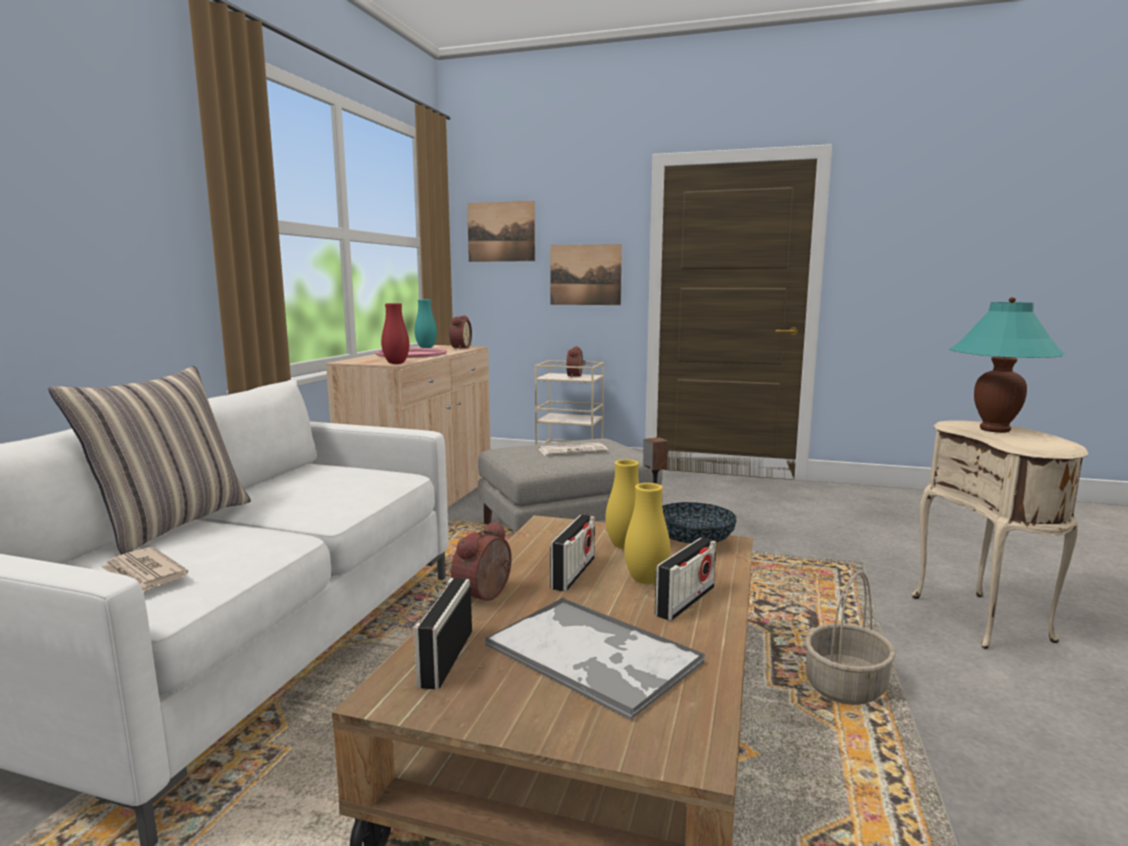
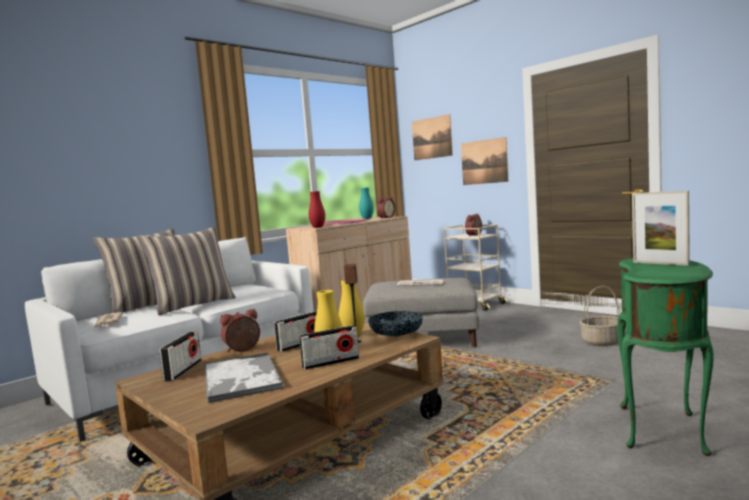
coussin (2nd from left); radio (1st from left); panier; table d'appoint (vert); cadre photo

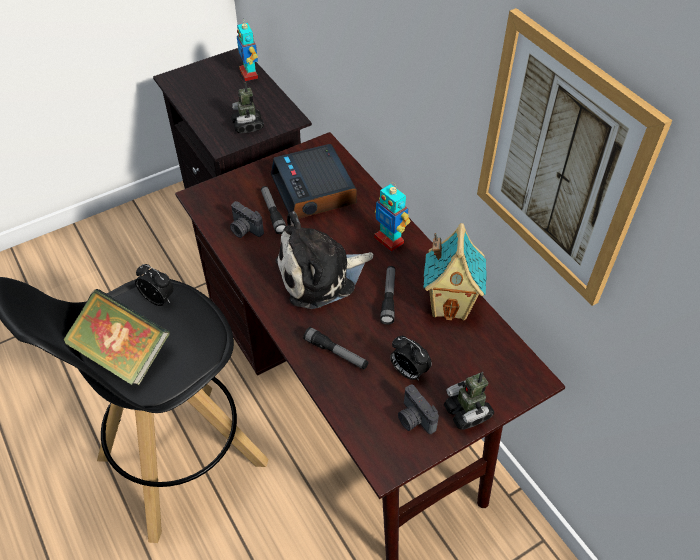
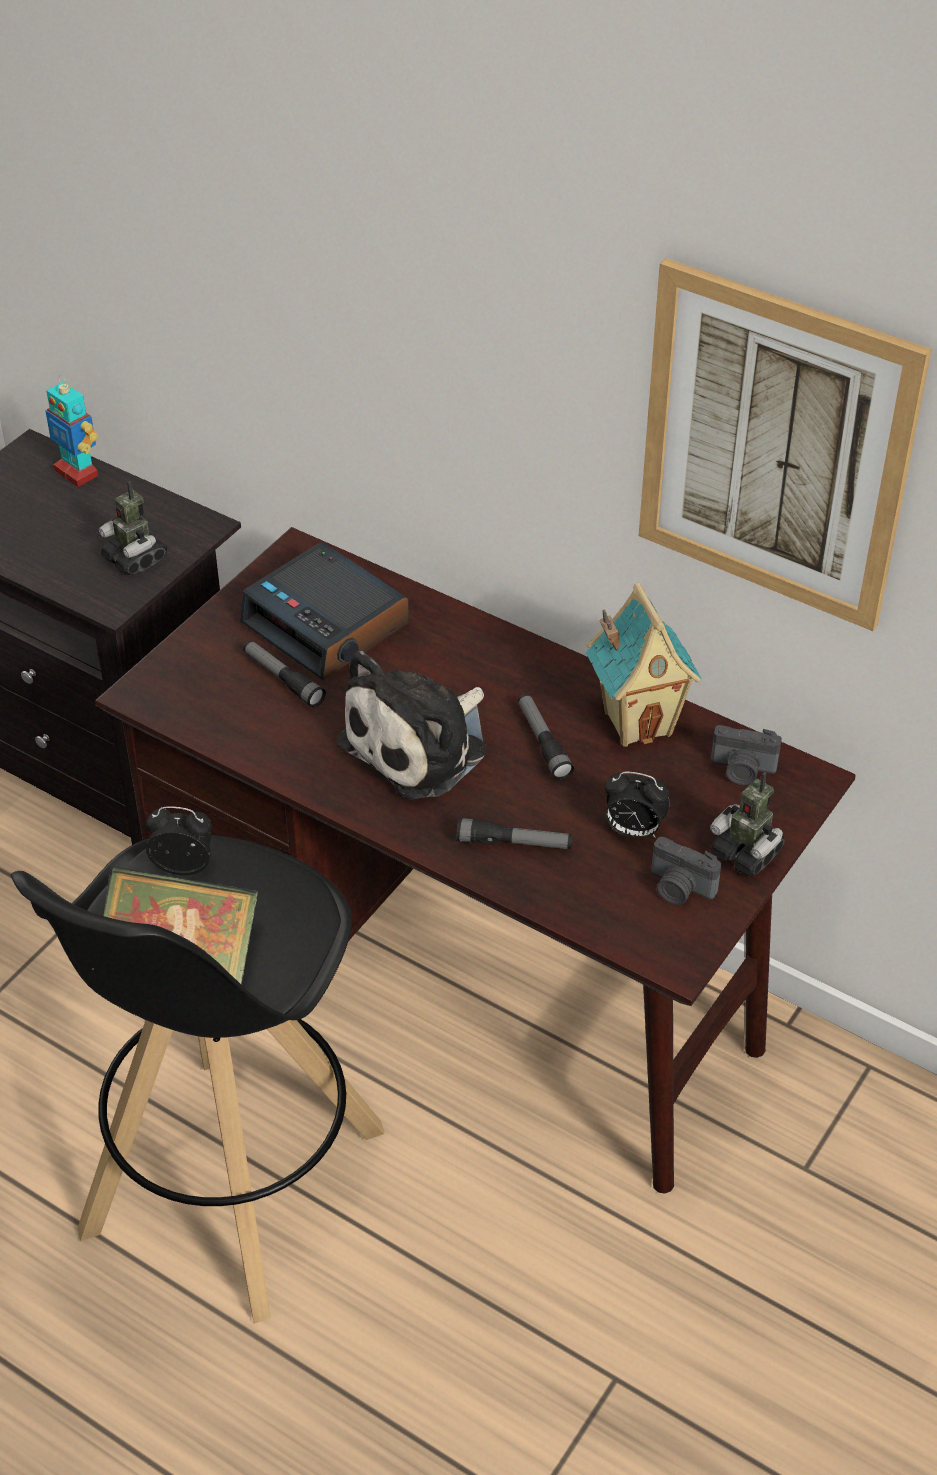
appareil photo (2nd from left); robot jouet (3rd from left in the first image)

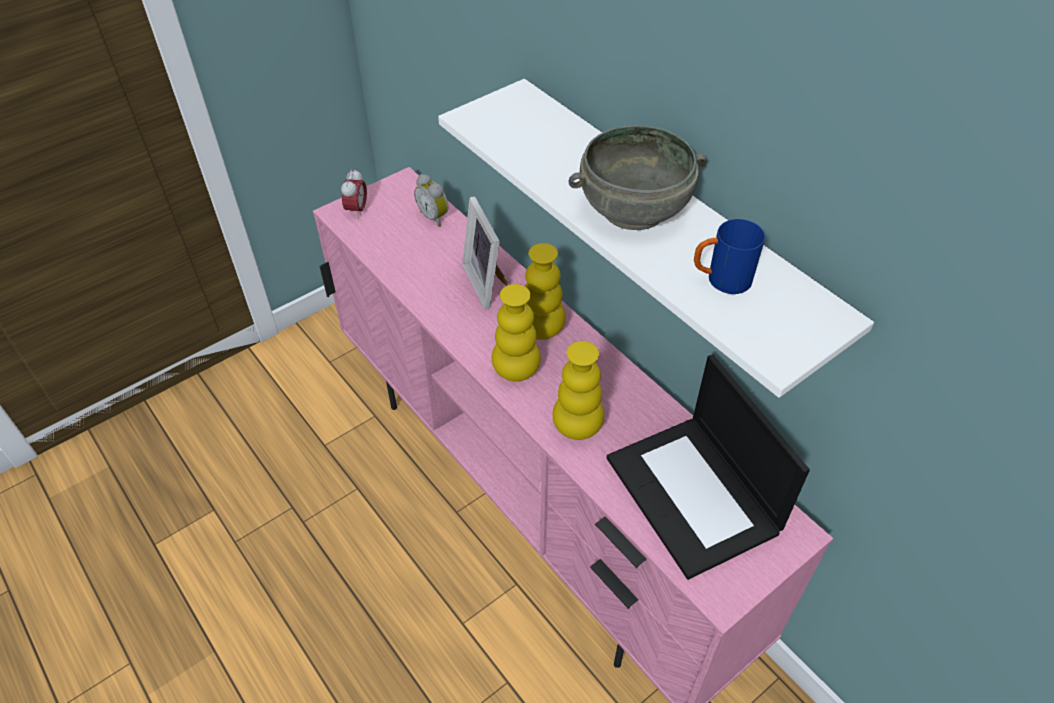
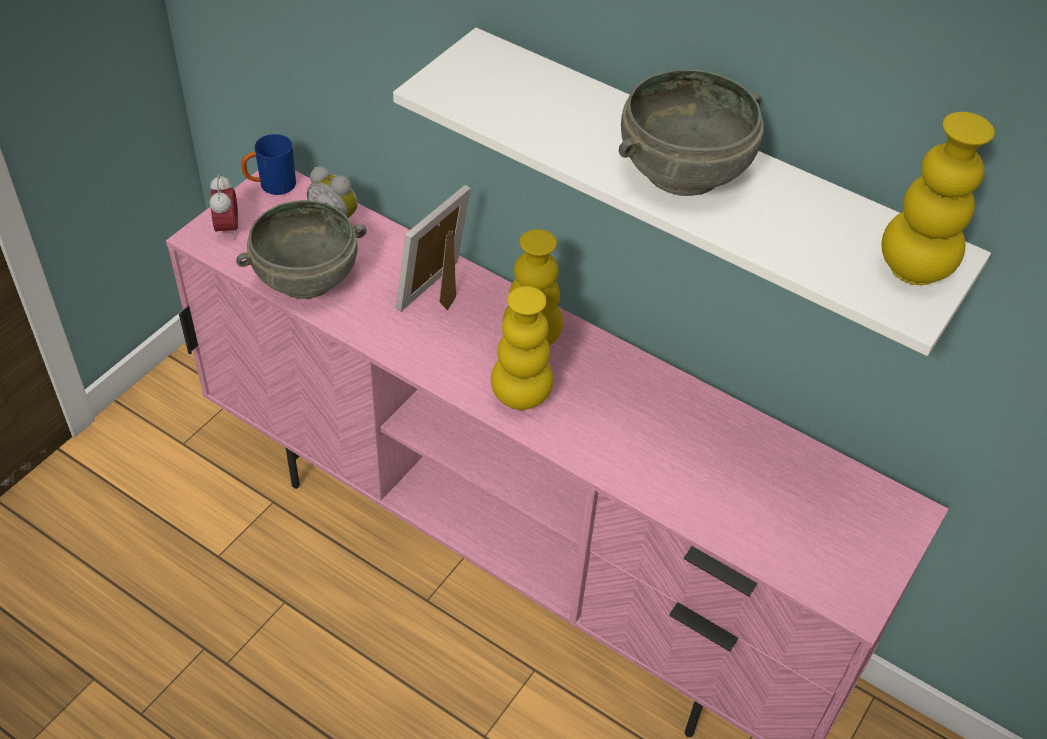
bol (gris) (1st from left); mug (bleu); cadre photo; vase (jaune) (3rd from left); ordinateur portable

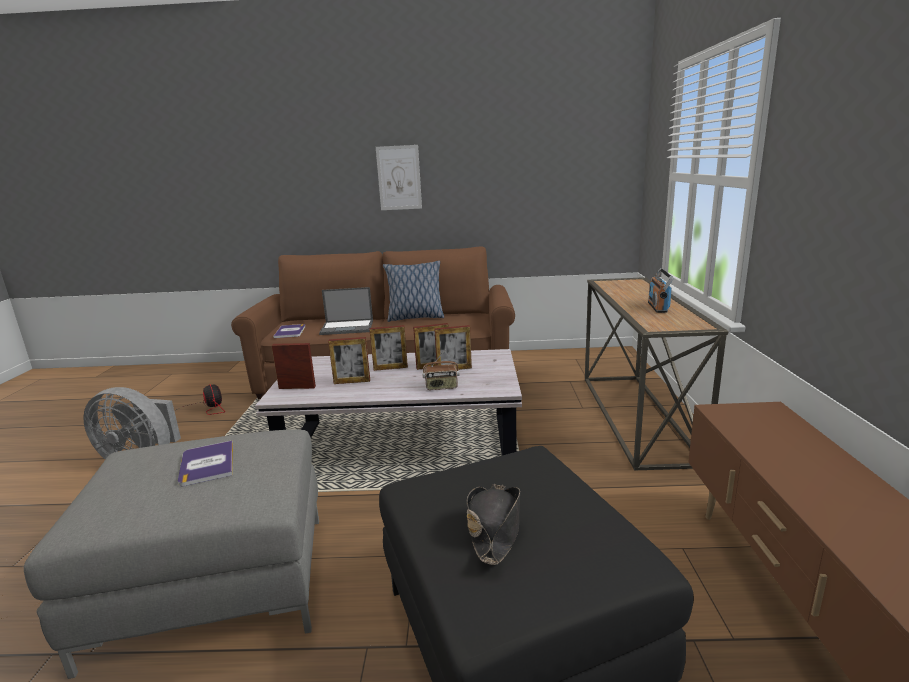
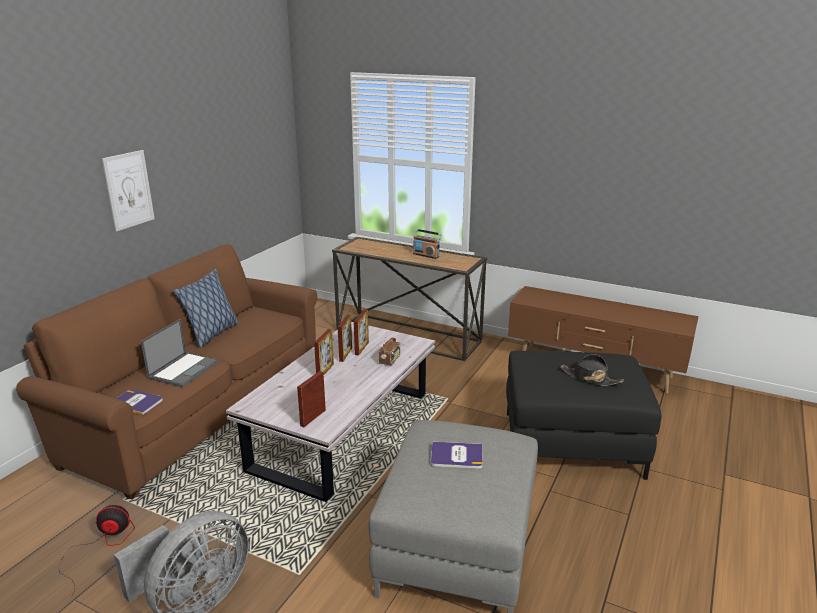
cadre photo (2nd from left in the first image)

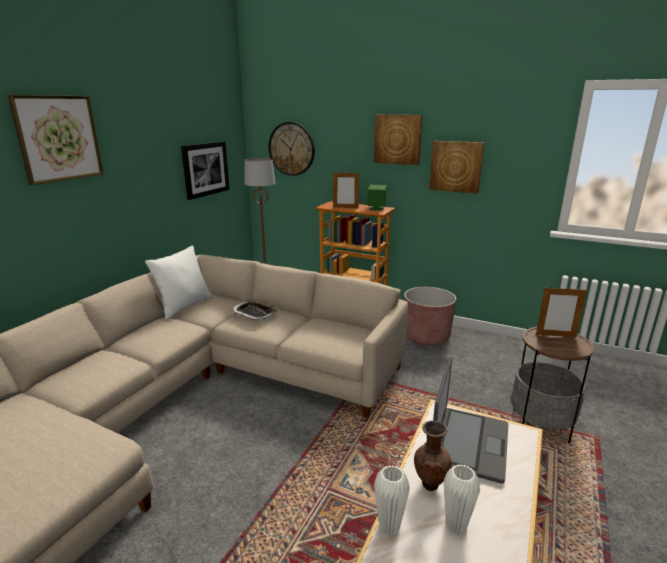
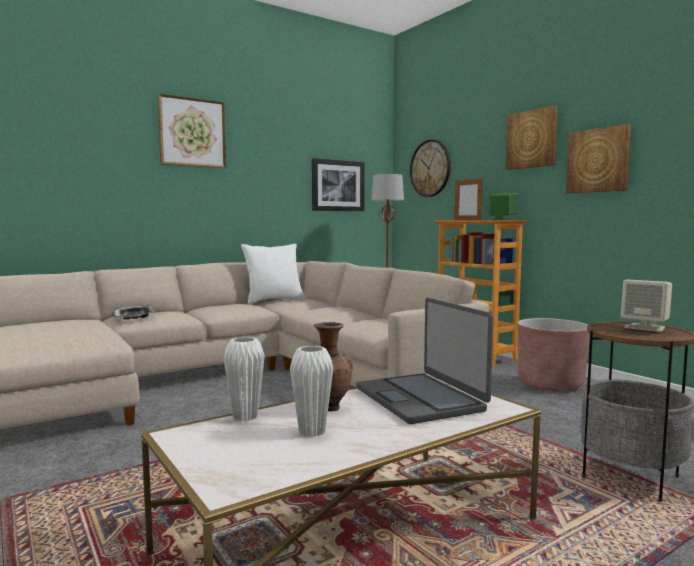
plateau; ordinateur portable; enceinte (beige)

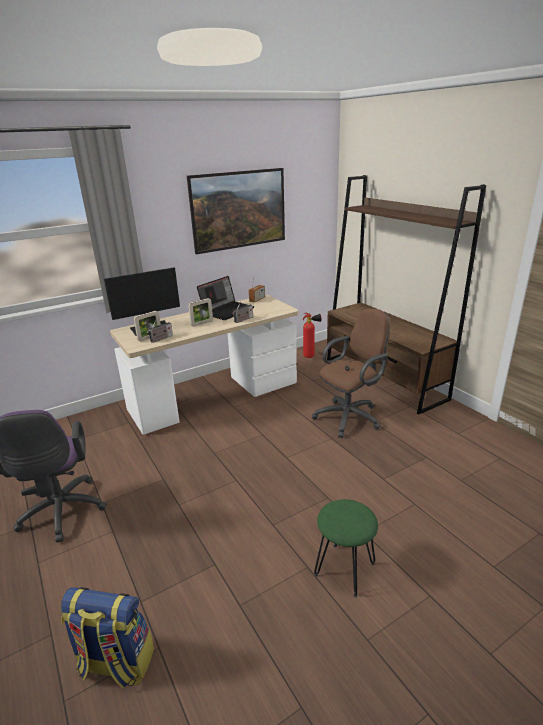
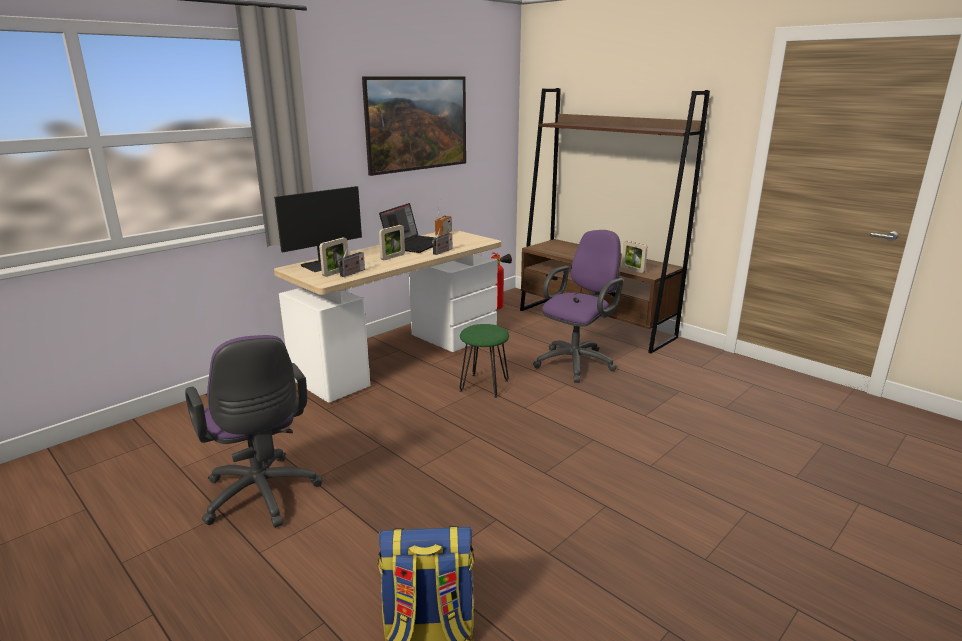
tabouret (vert); chaise de bureau (violet) (2nd from left); cadre photo (3rd from left)

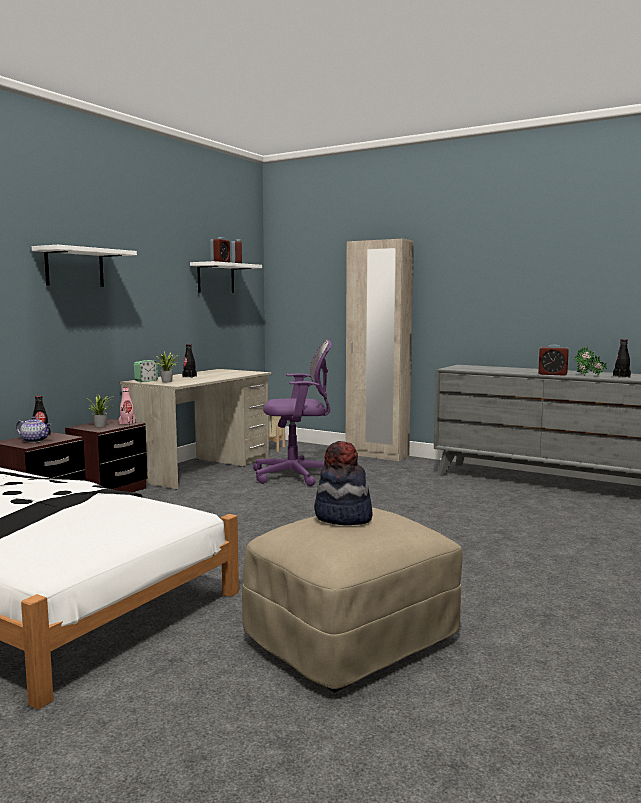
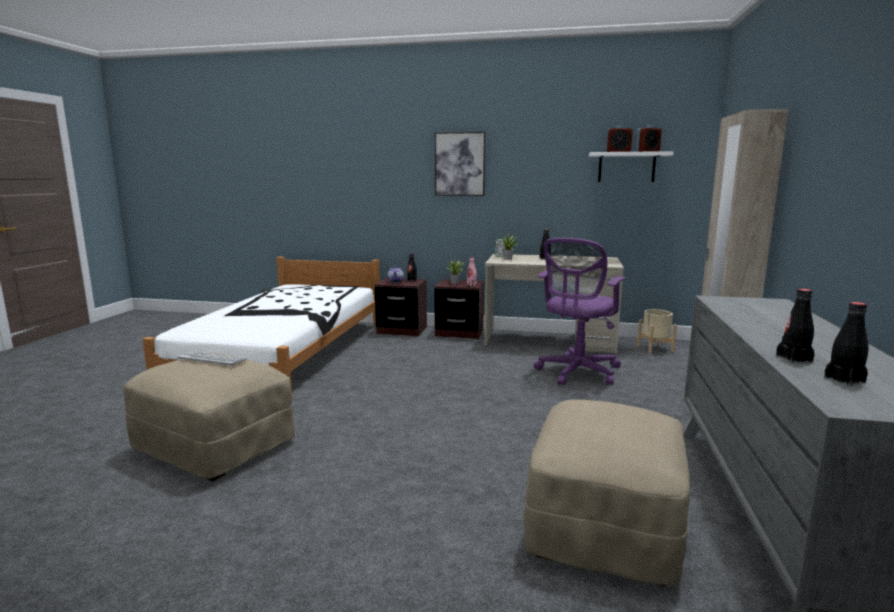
clavier; tableau; pouf (beige) (2nd from left); chaise de bureau (violet); bouteille (noir) (3rd from left); réveil (4th from left in the first image)

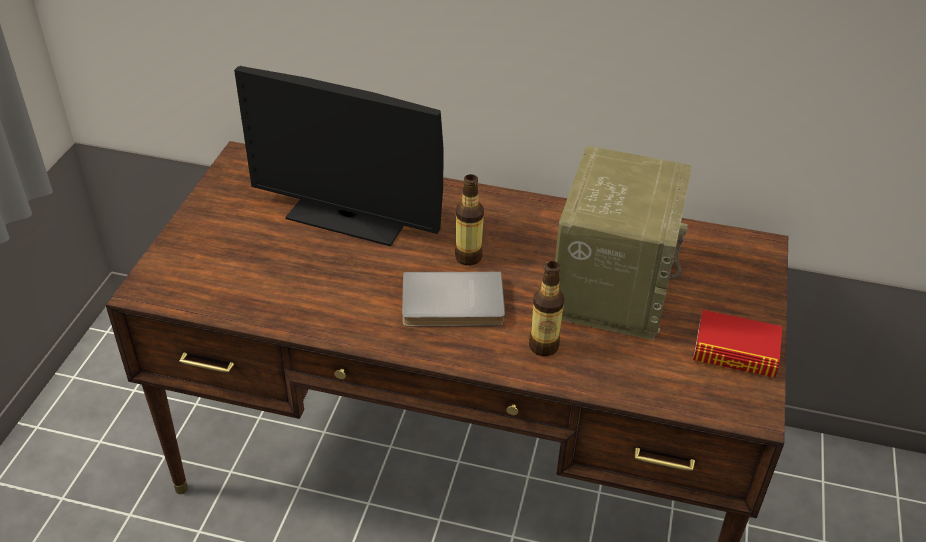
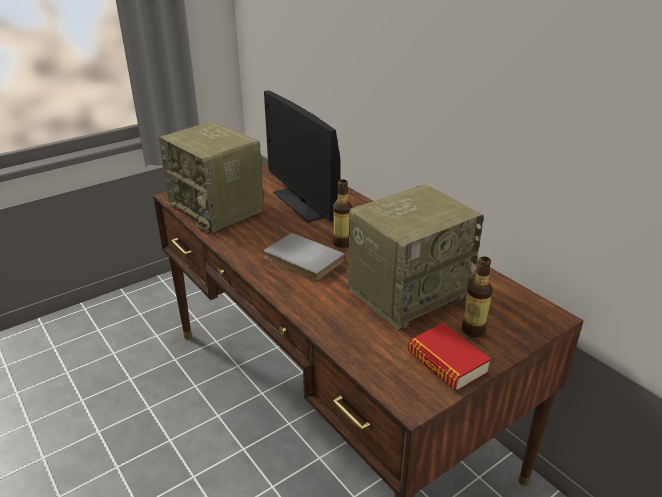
radio (1st from left); bouteille (2nd from left)

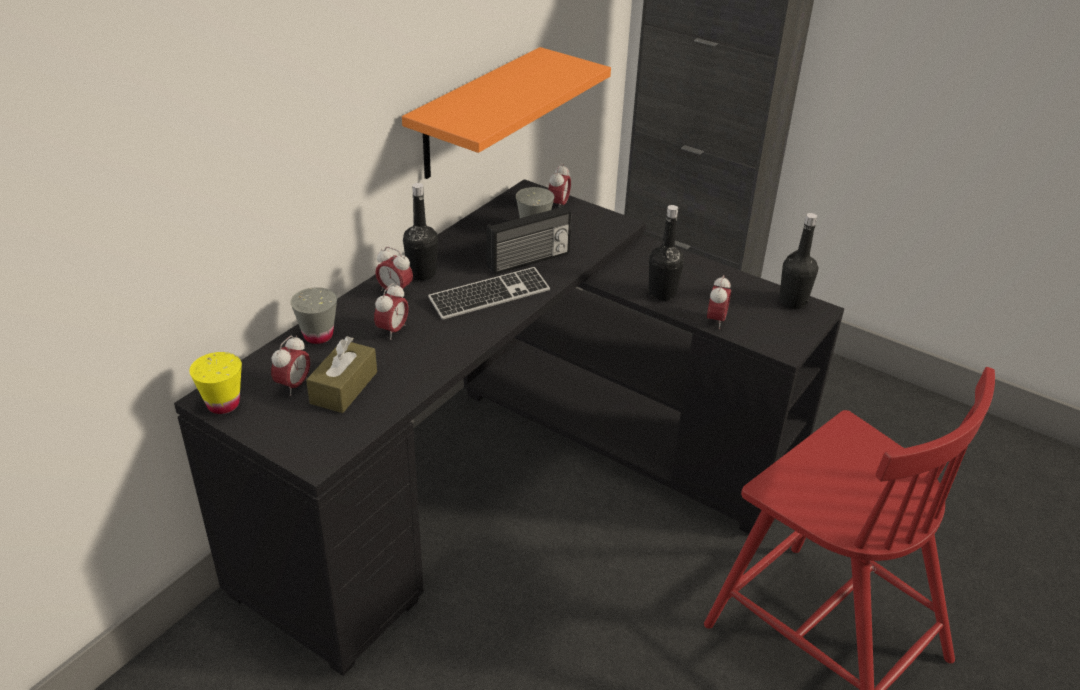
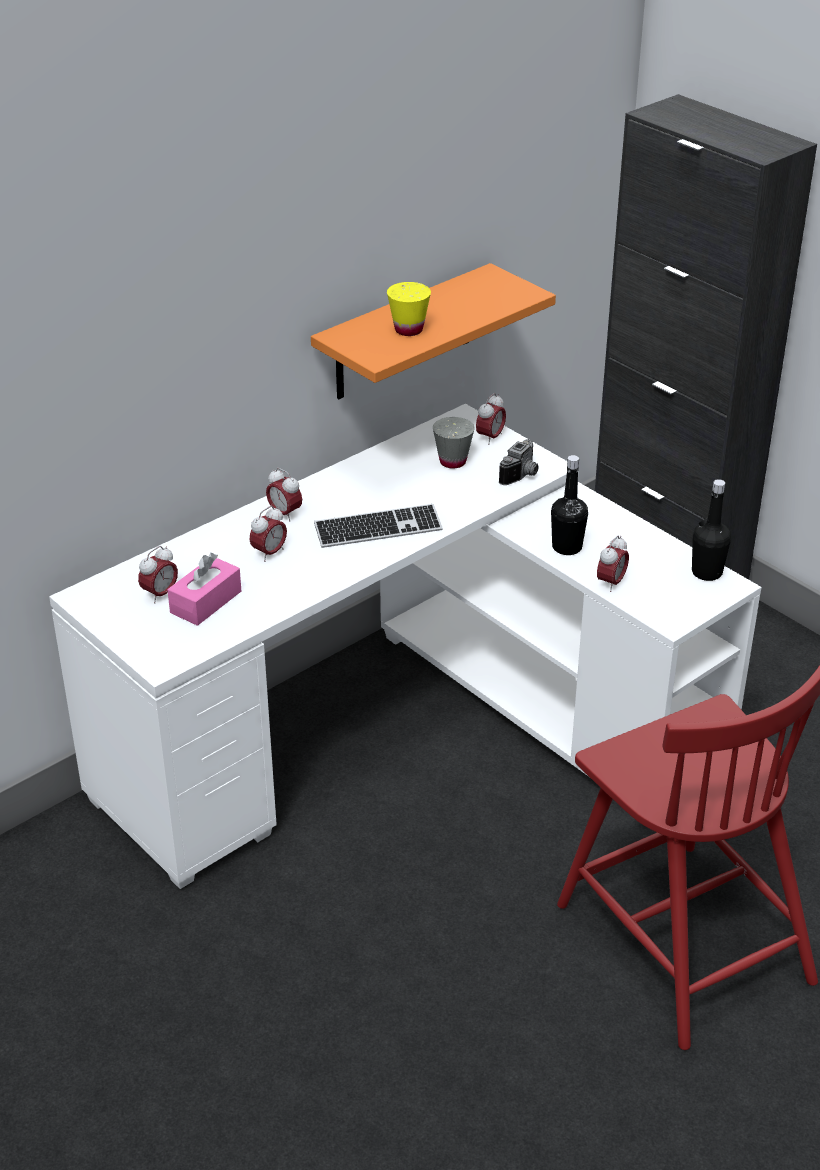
bureau (blanc); boîte à mouchoirs (rose); tasse (jaune); appareil photo; tasse (gris) (1st from left in the first image); bouteille (noir) (1st from left in the first image); radio

